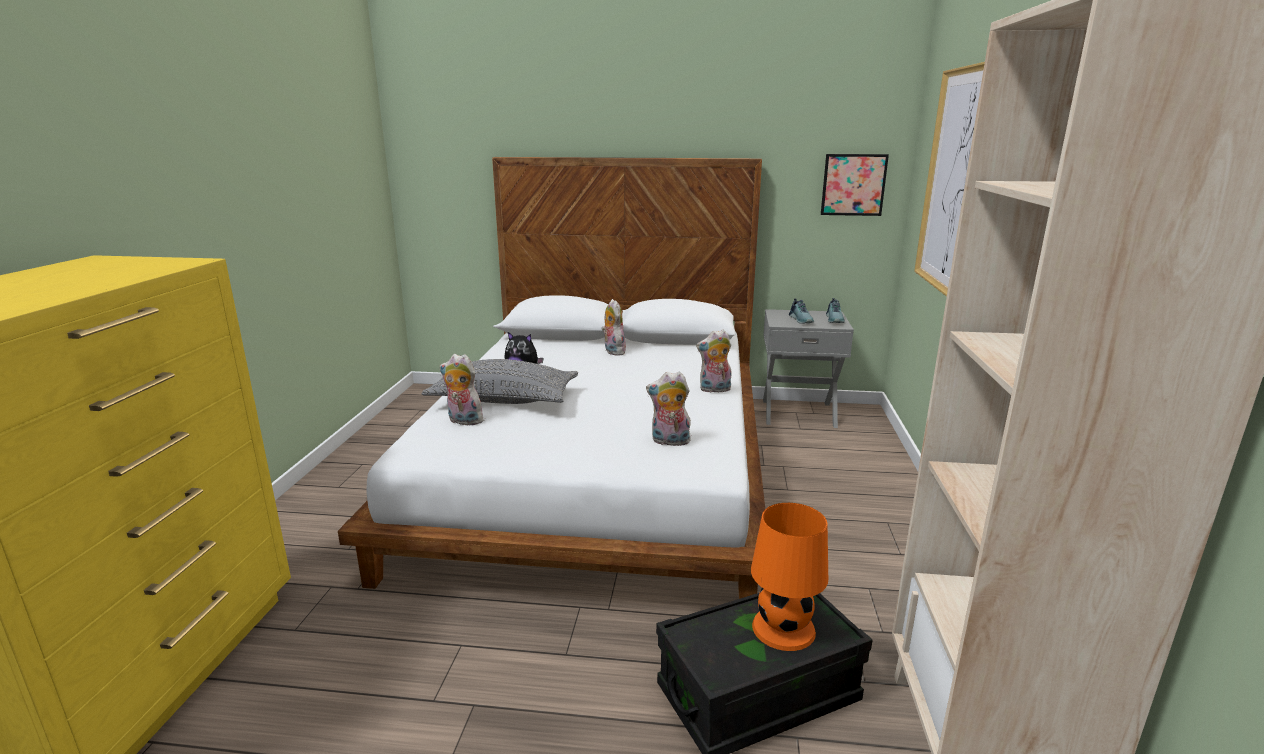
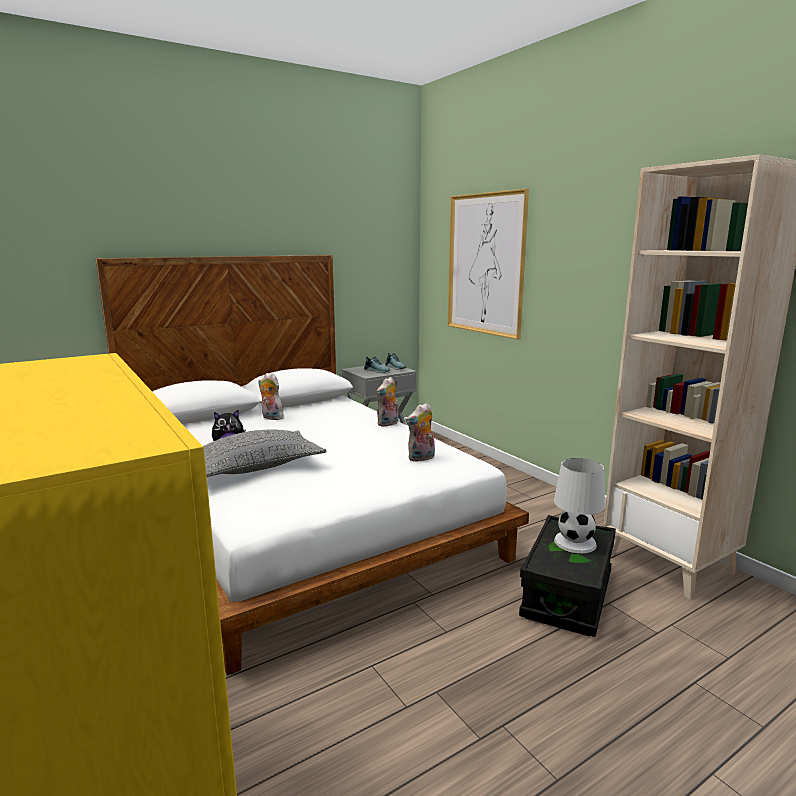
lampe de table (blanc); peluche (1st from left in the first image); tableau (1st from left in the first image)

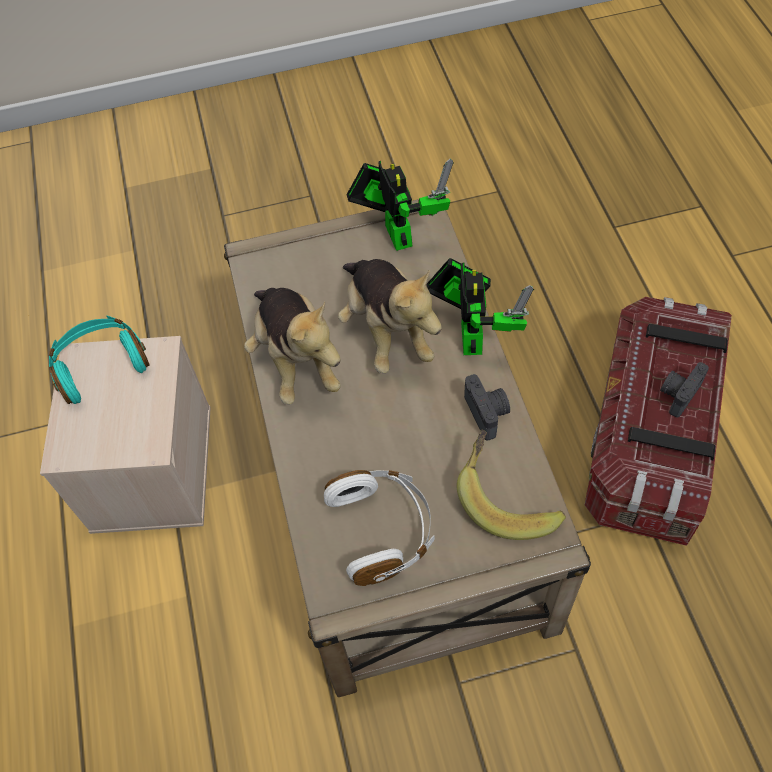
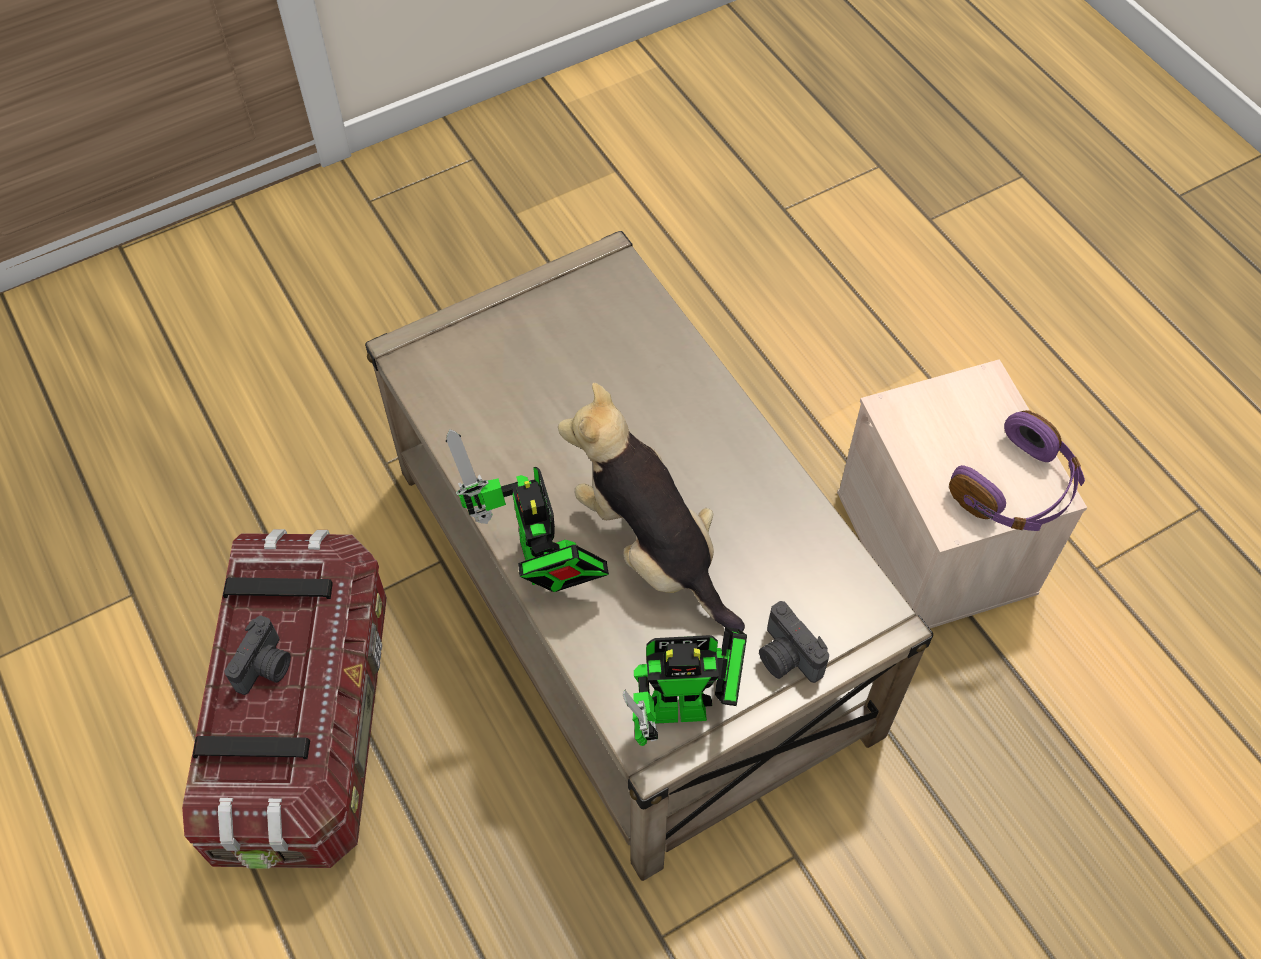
robot jouet (2nd from left); appareil photo (2nd from left); casque audio (violet); peluche (1st from left in the first image); casque audio (blanc); banane

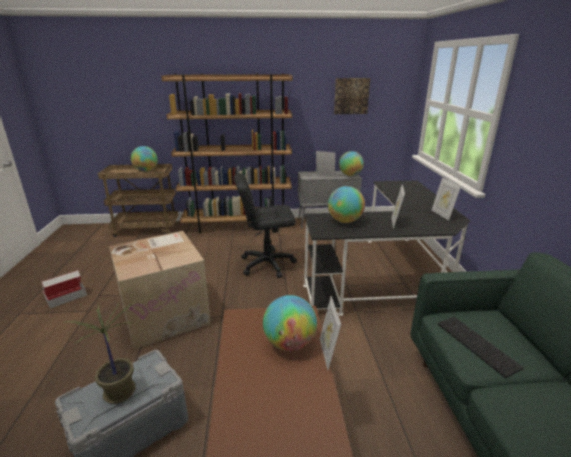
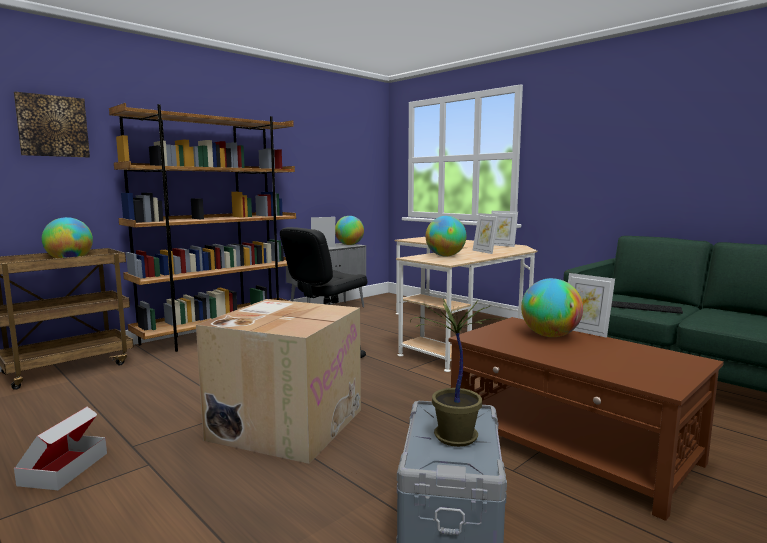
tableau; bureau (beige)

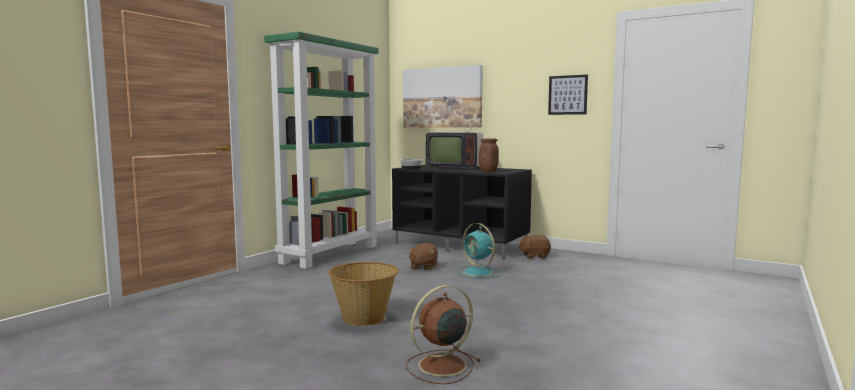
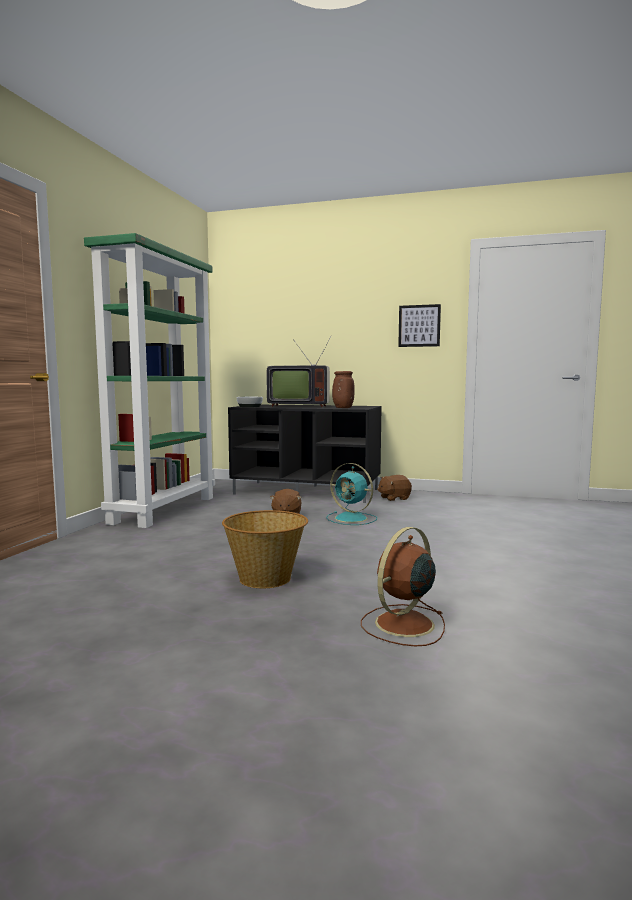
tableau (1st from left in the first image)

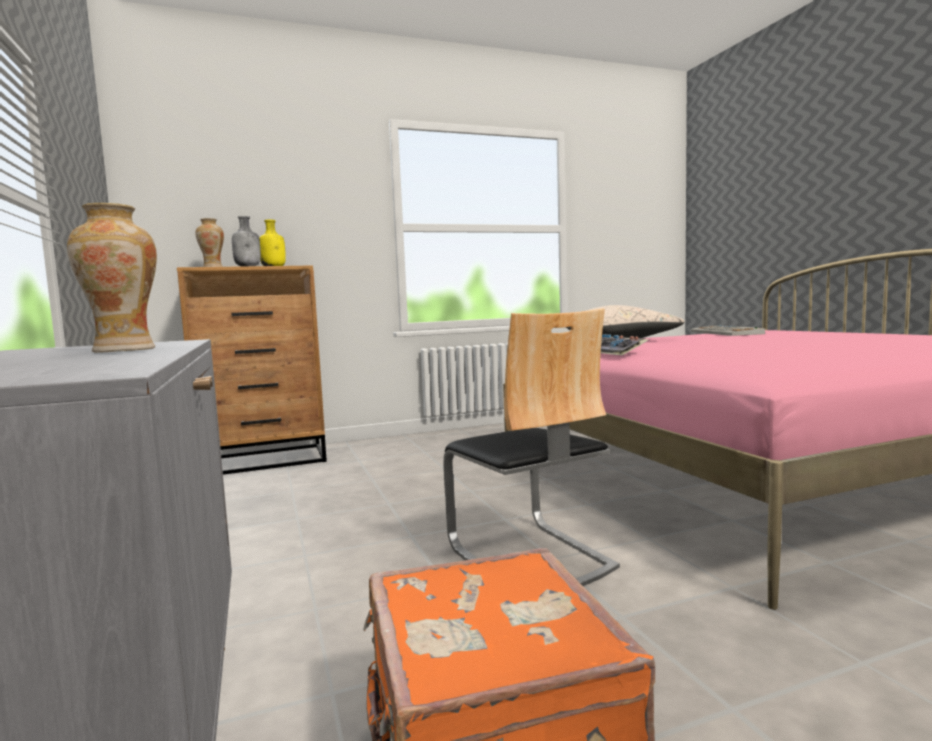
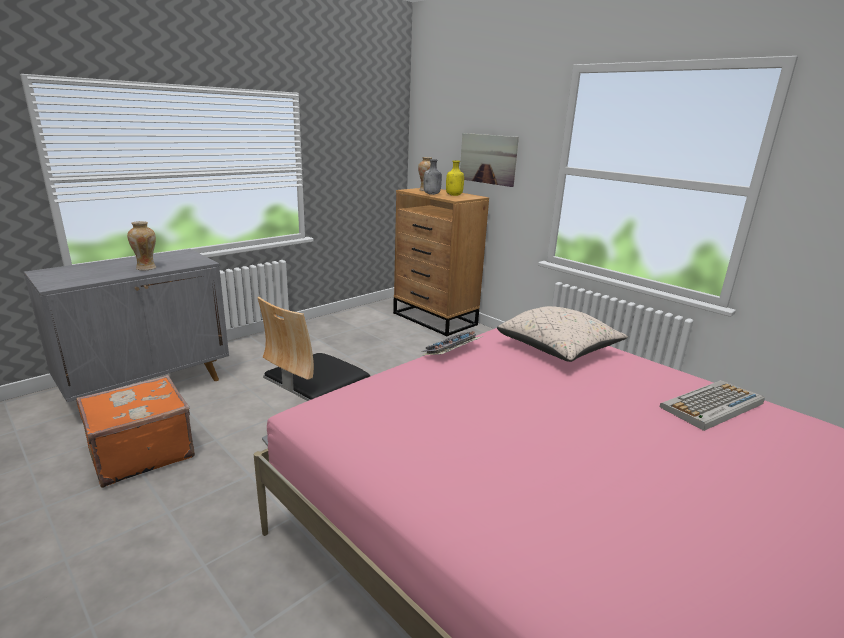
tableau

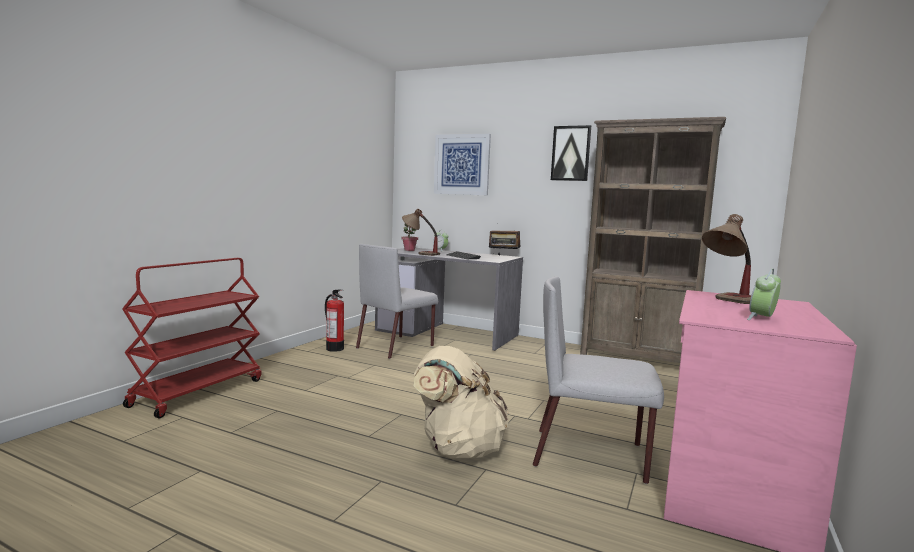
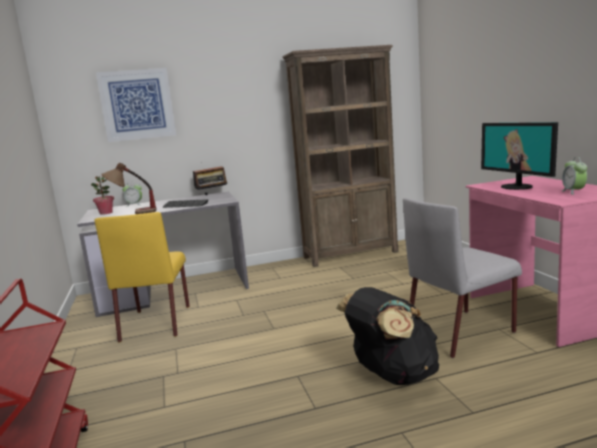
chaise (jaune); sac à dos (noir); écran d'ordinateur; extincteur; tableau (2nd from left in the first image)

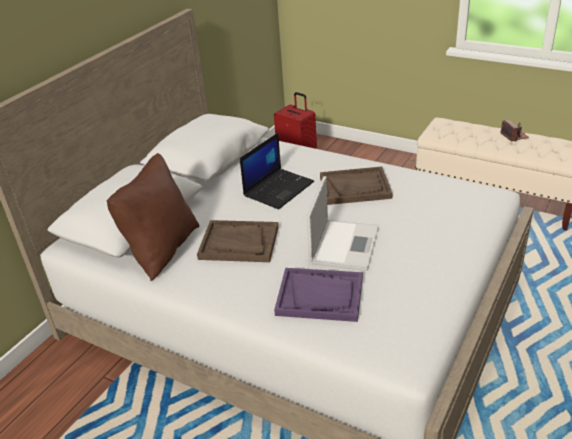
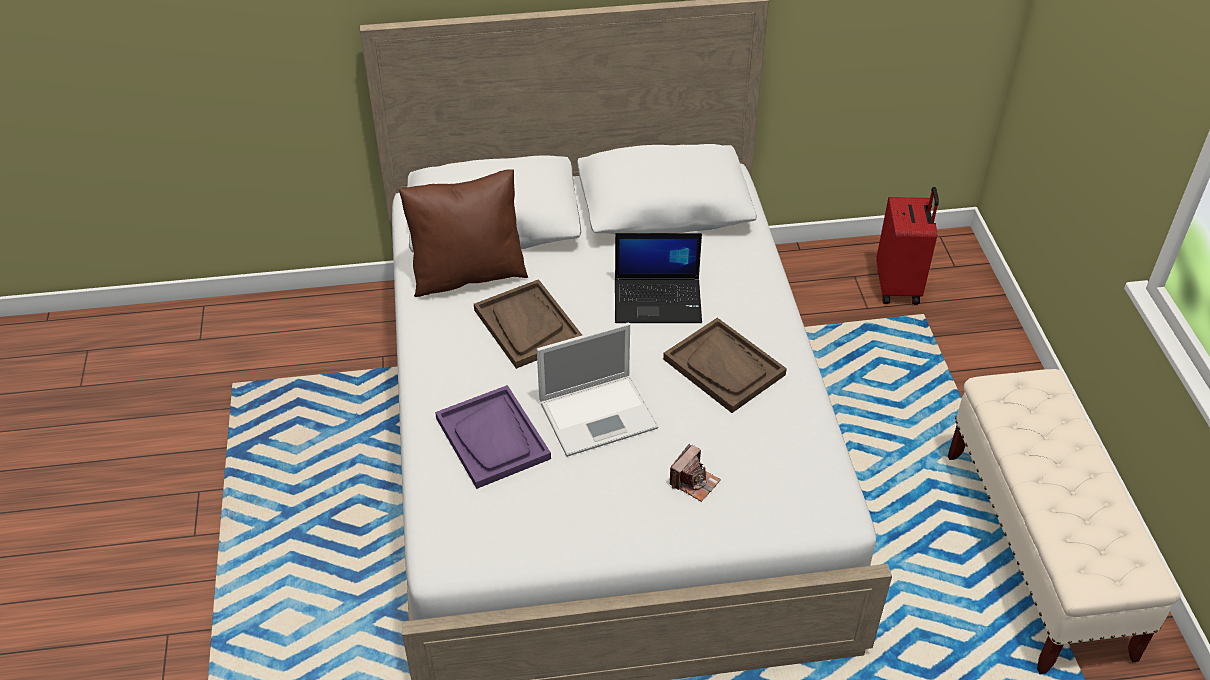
appareil photo

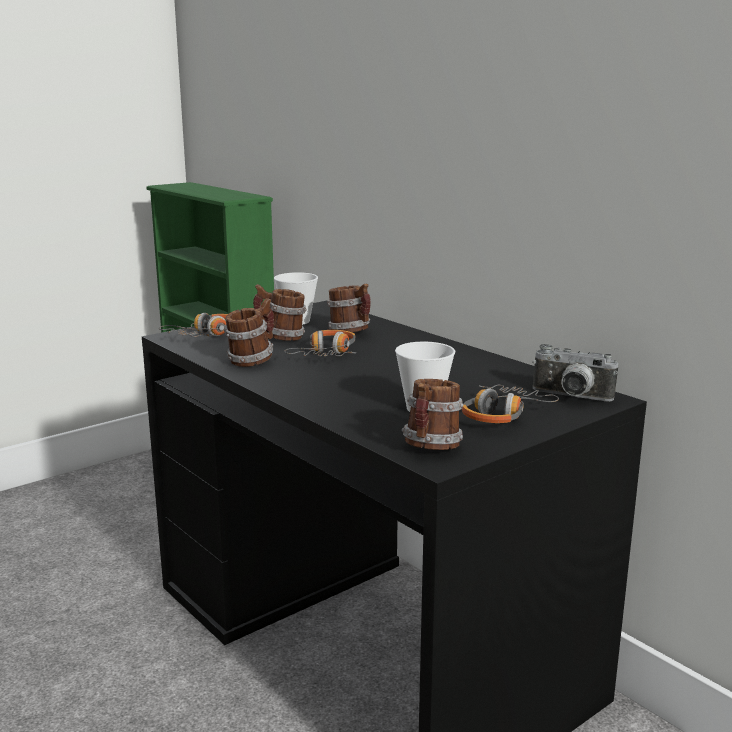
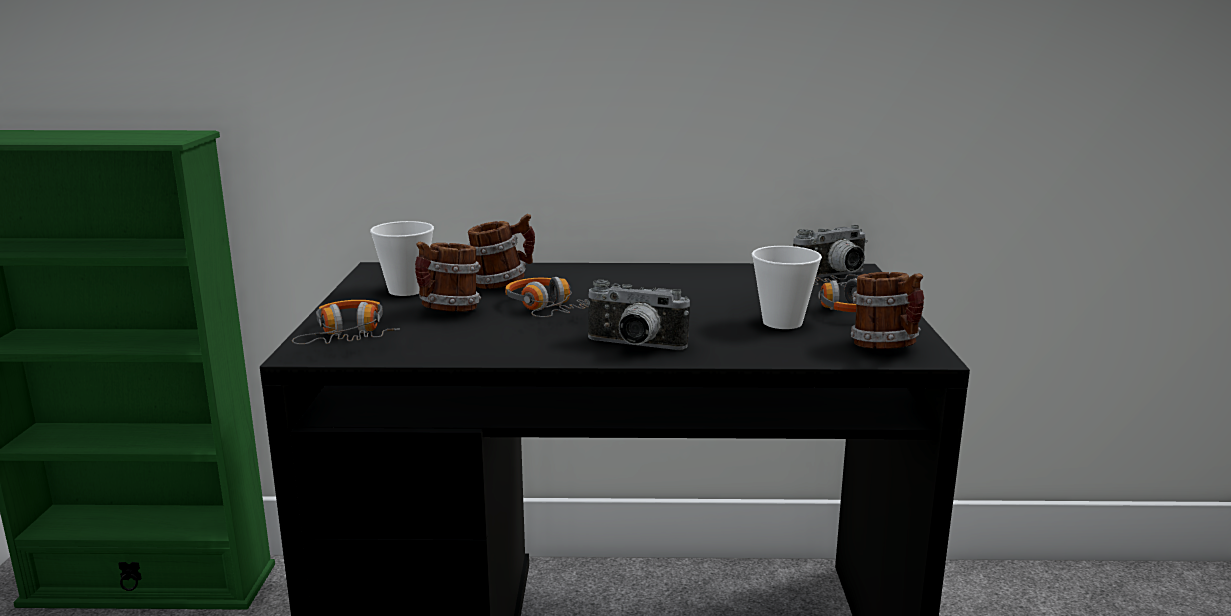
appareil photo (1st from left); mug (1st from left in the first image)

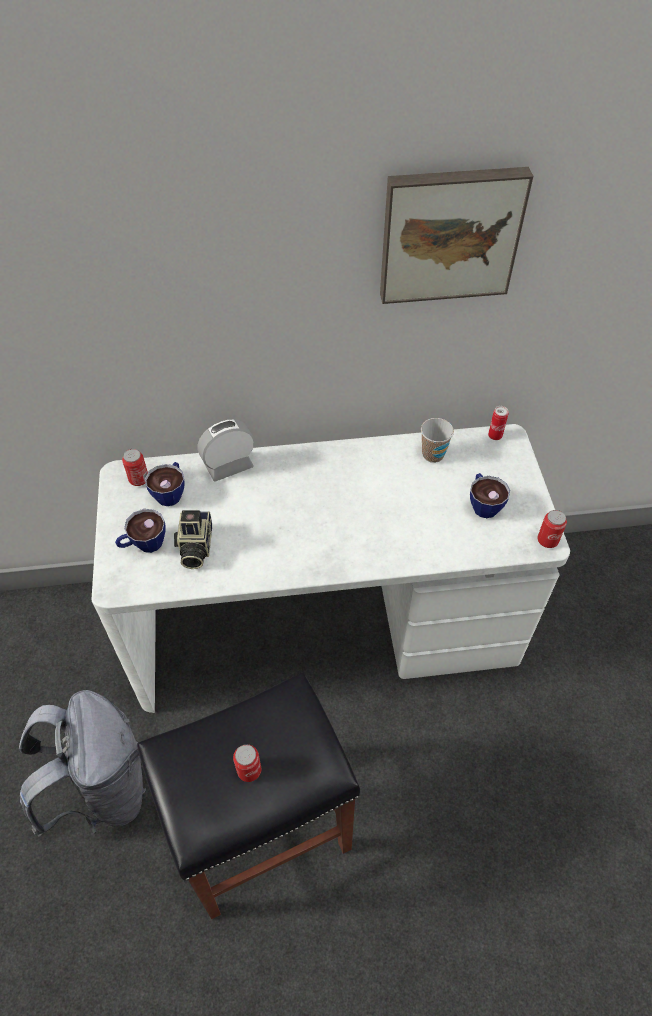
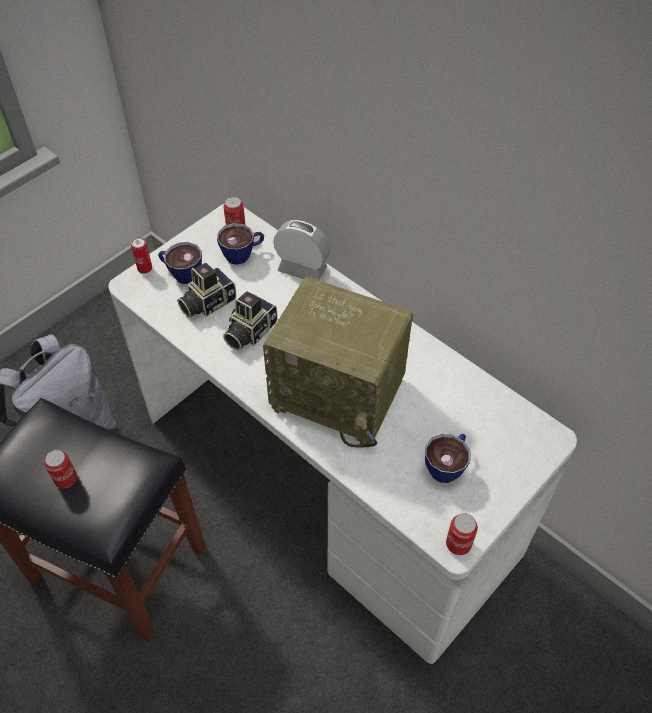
boîte métallique (2nd from left); appareil photo (2nd from left); radio; tableau; tasse (3rd from left in the first image)

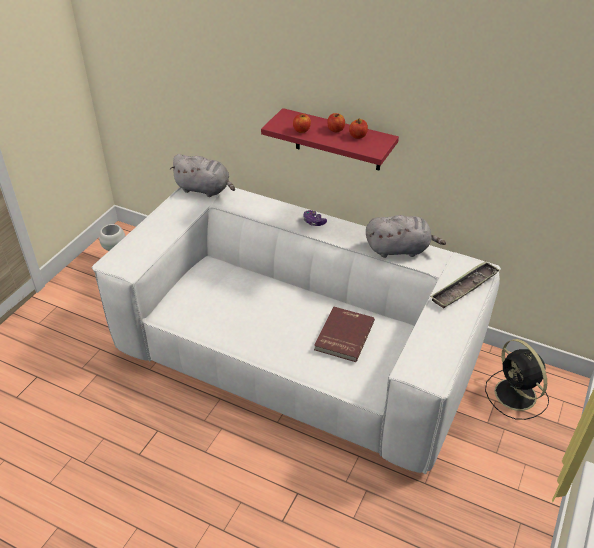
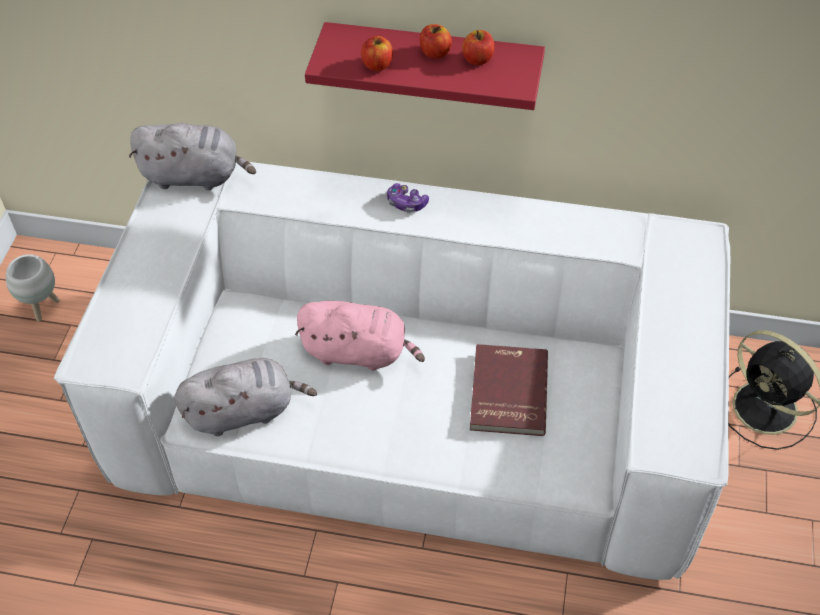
peluche (gris) (2nd from left); peluche (rose); plateau

